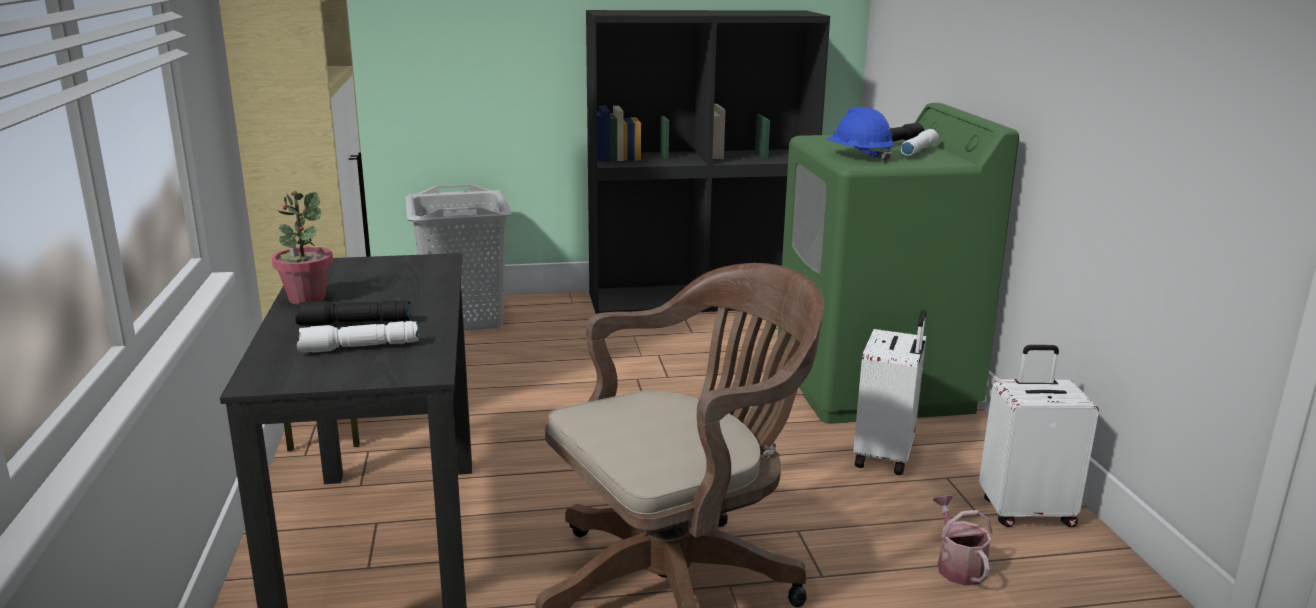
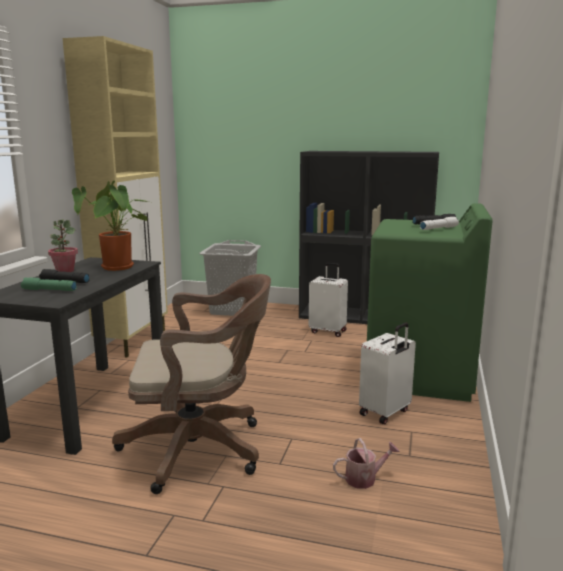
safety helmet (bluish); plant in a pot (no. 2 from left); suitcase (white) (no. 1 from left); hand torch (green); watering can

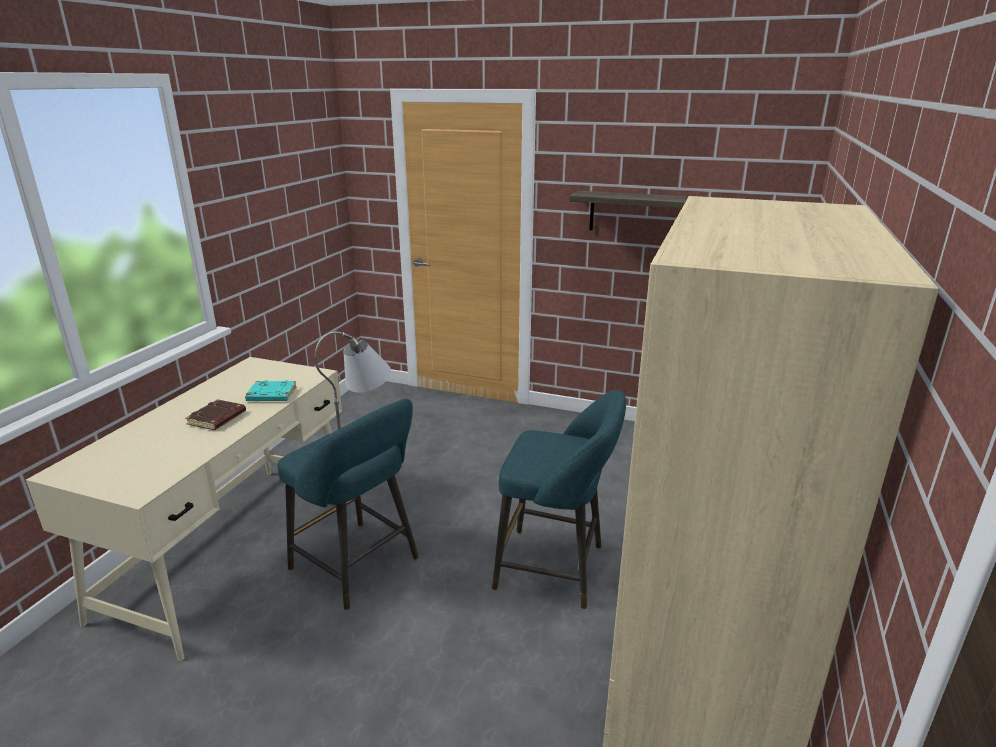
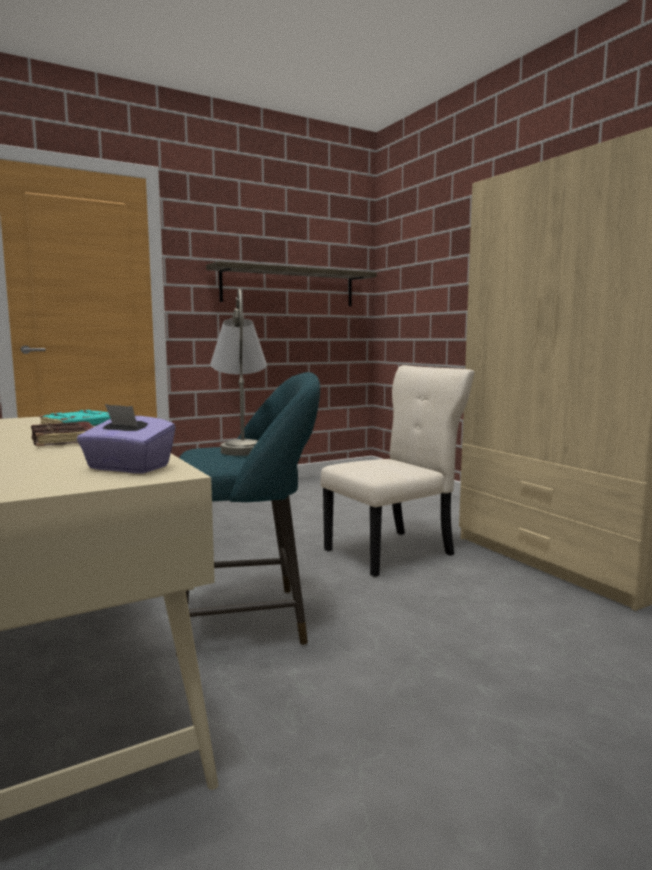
tissue box (purple-coloured); upright chair (sand-coloured)

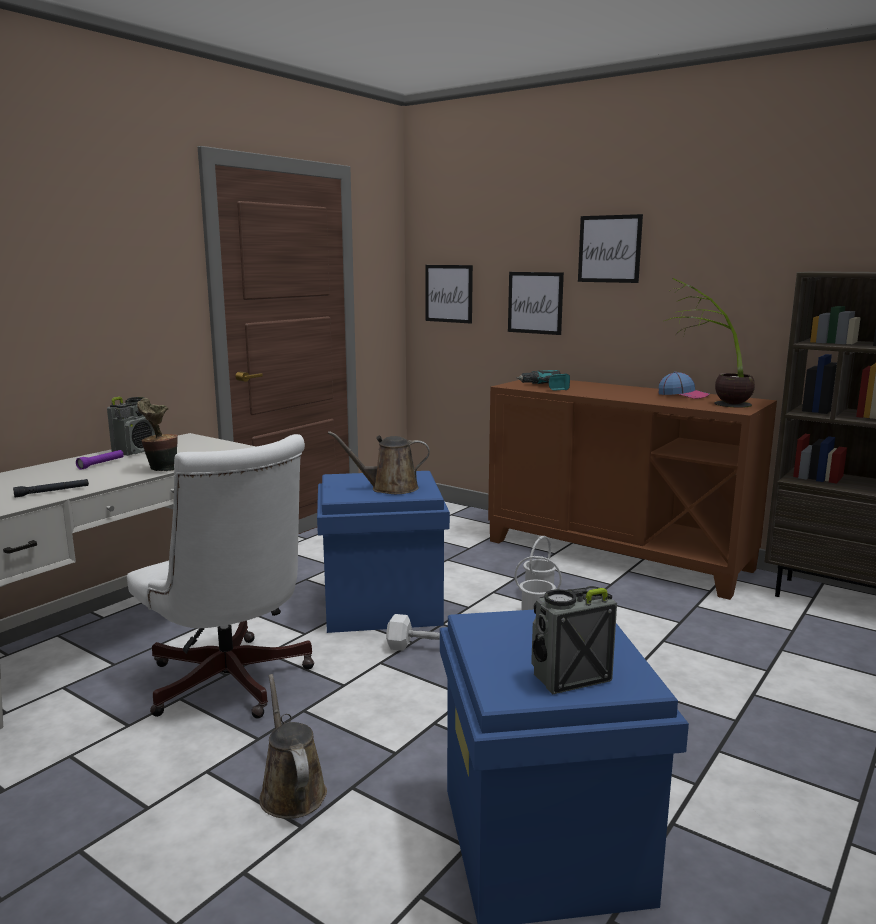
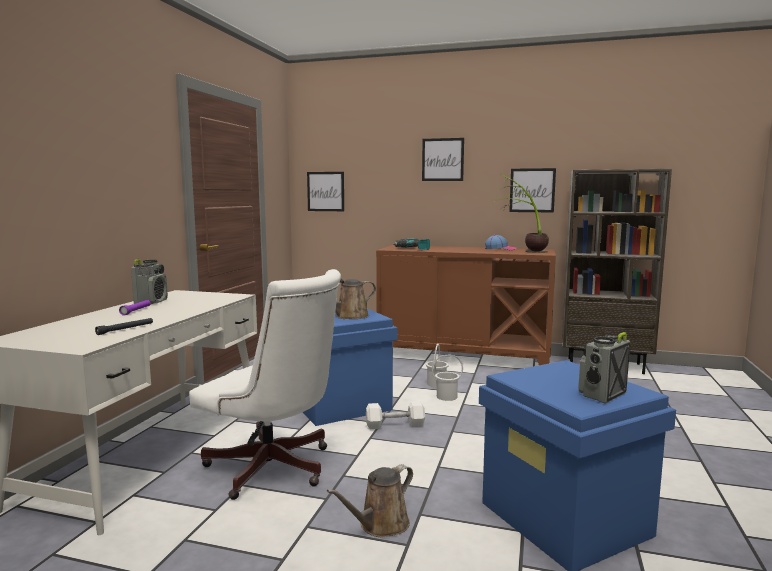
plant in a pot (no. 1 from left in the first image); wall picture (no. 3 from left); watering can (brown-coloured) (no. 2 from left)

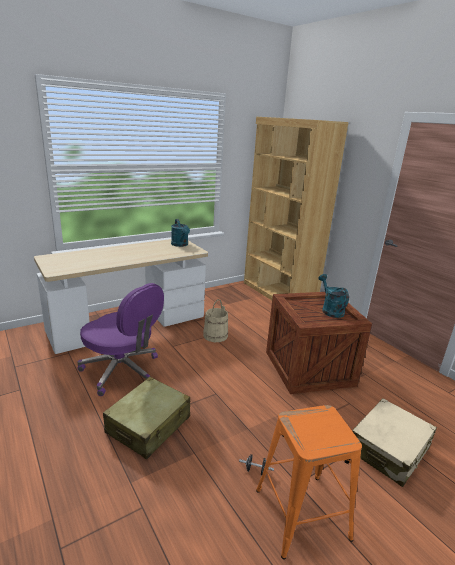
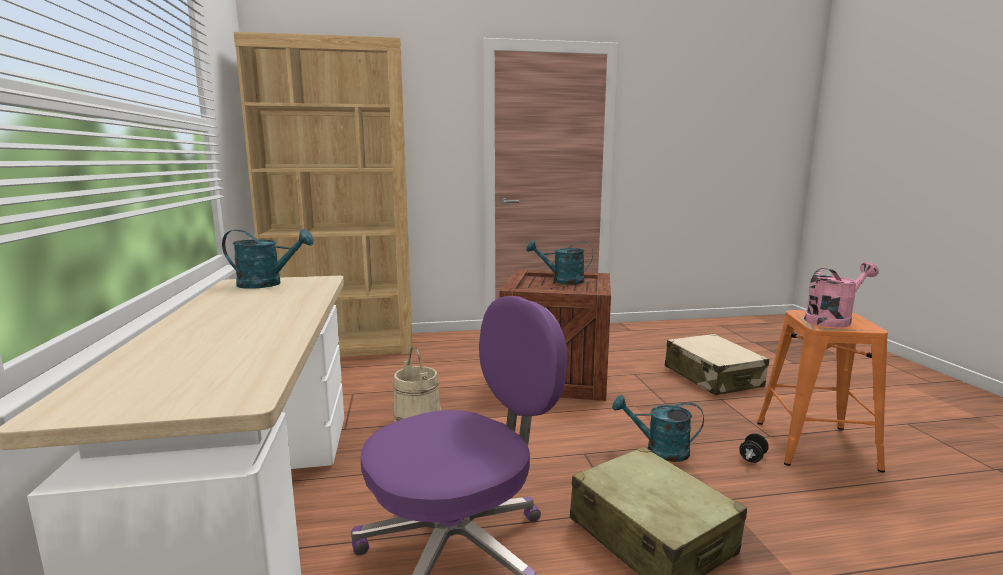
watering can (turquoise-coloured) (no. 3 from left); watering can (pink)

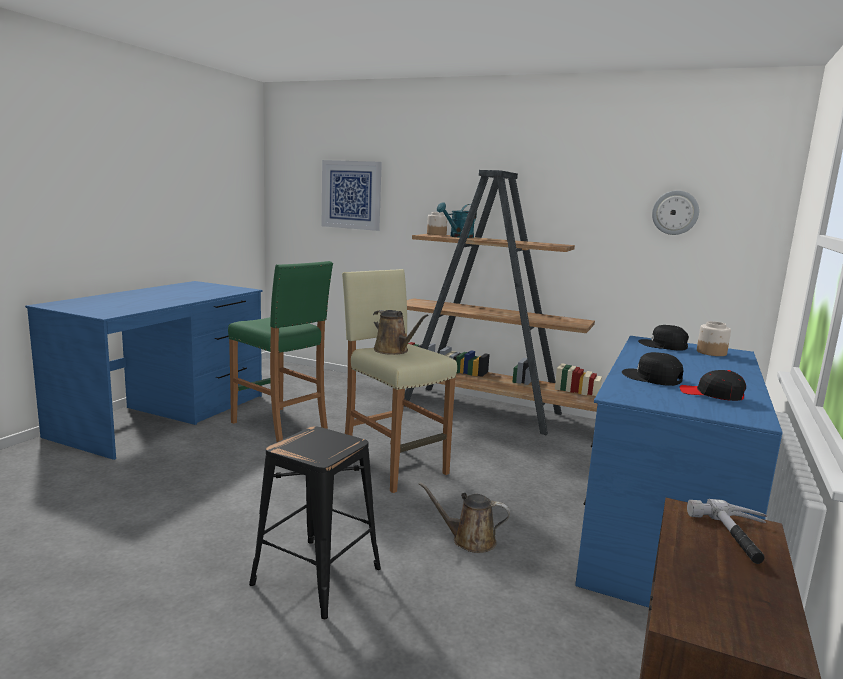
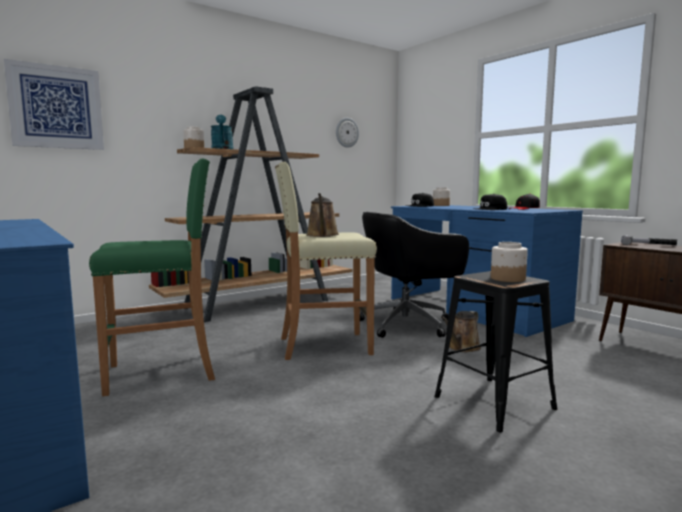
office chair (blackish); storage jar (no. 3 from left); watering can (brown-coloured) (no. 1 from left)

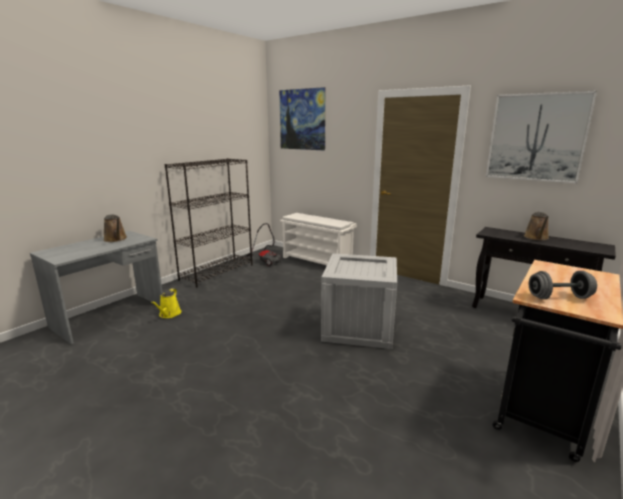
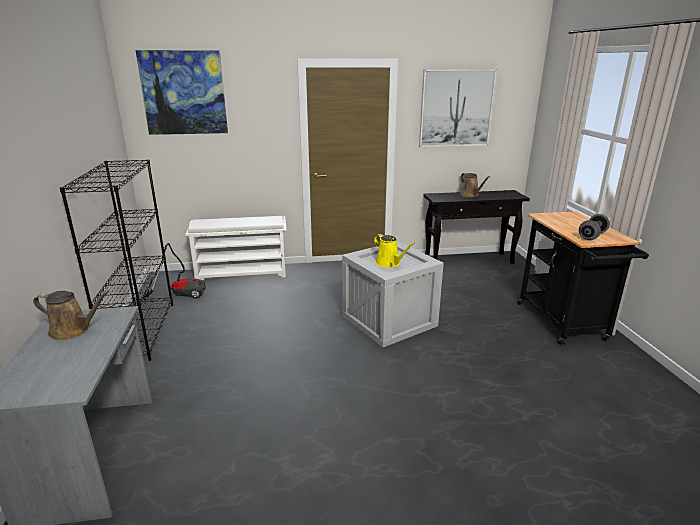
watering can (yellowish)

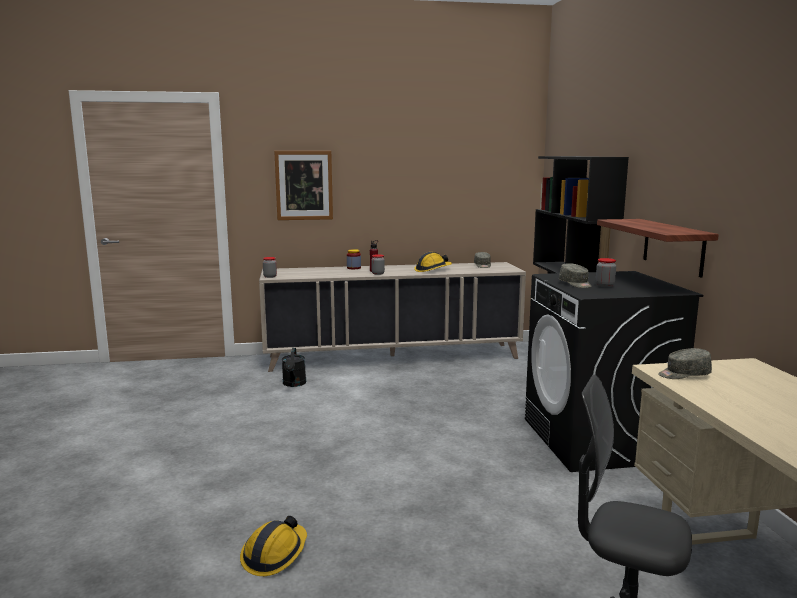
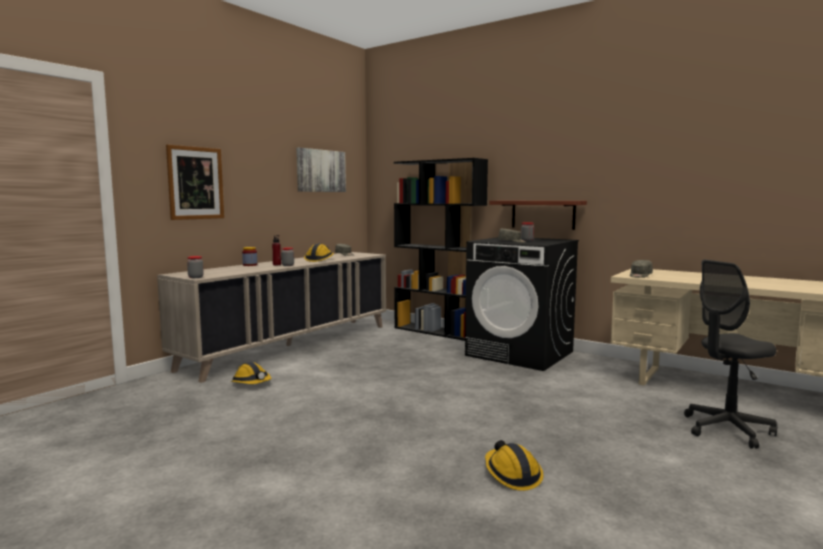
wall picture (no. 2 from left); safety helmet (no. 1 from left)

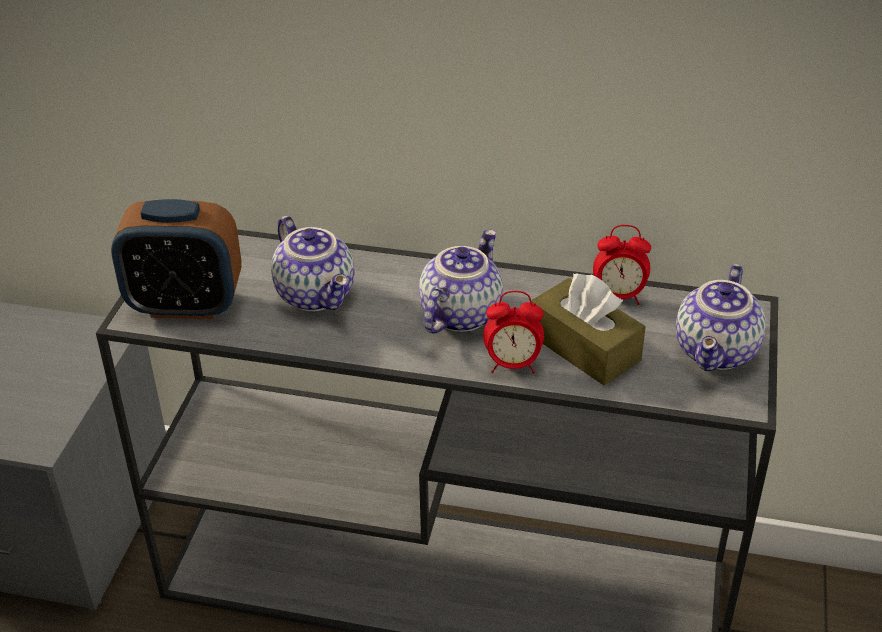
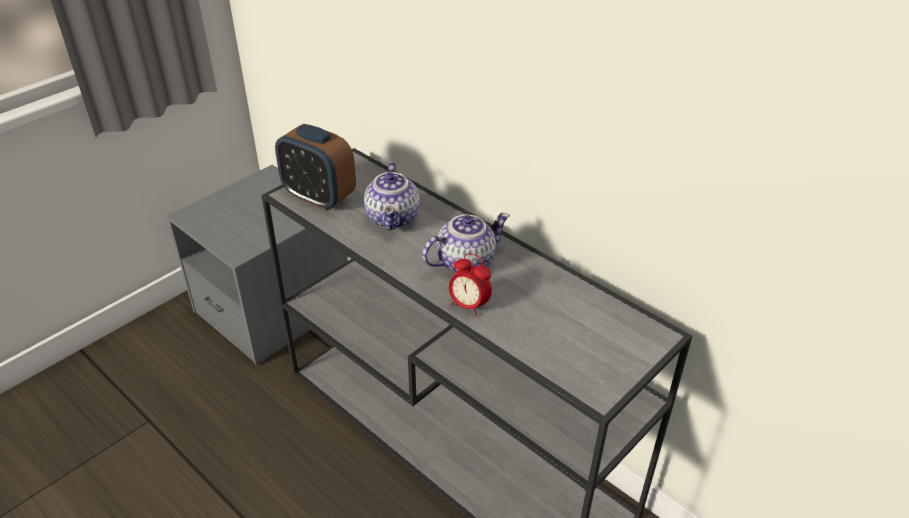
tissue box (brown-coloured); table clock (no. 3 from left in the first image); pot for tea (no. 3 from left in the first image)

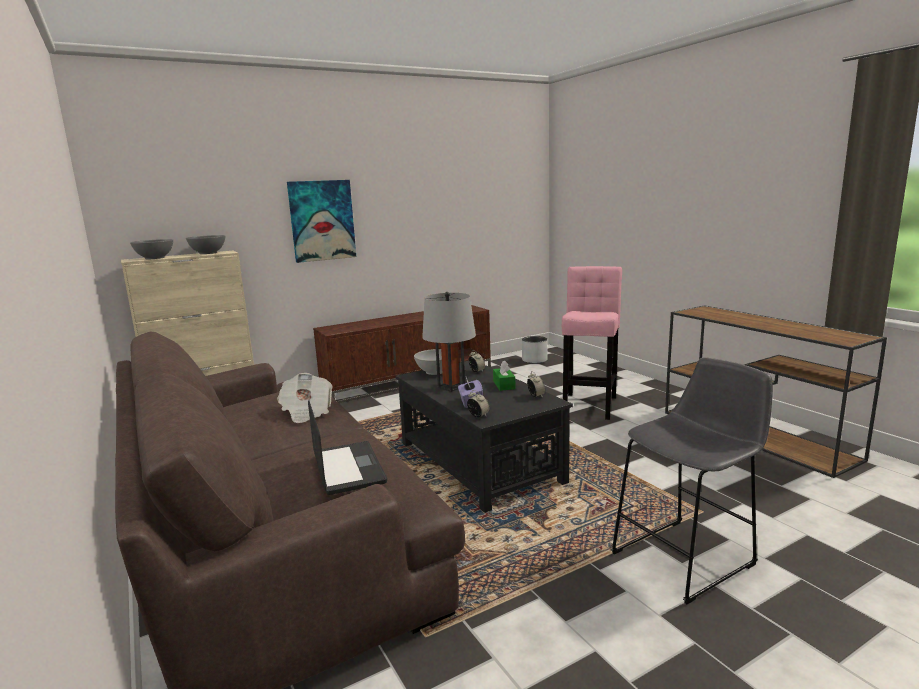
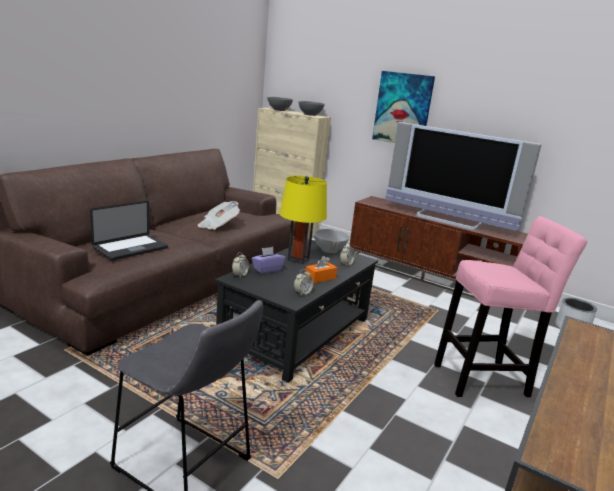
TV set; lamp for a table (yellowish); tissue box (orange-coloured)

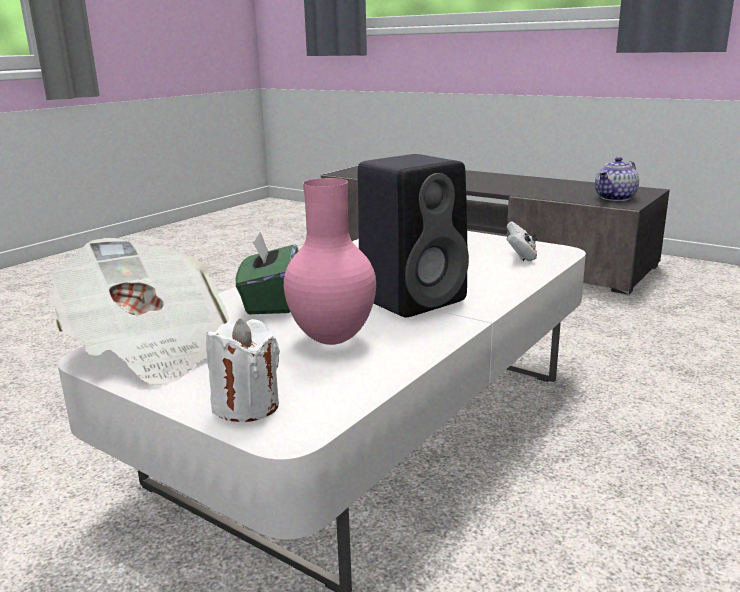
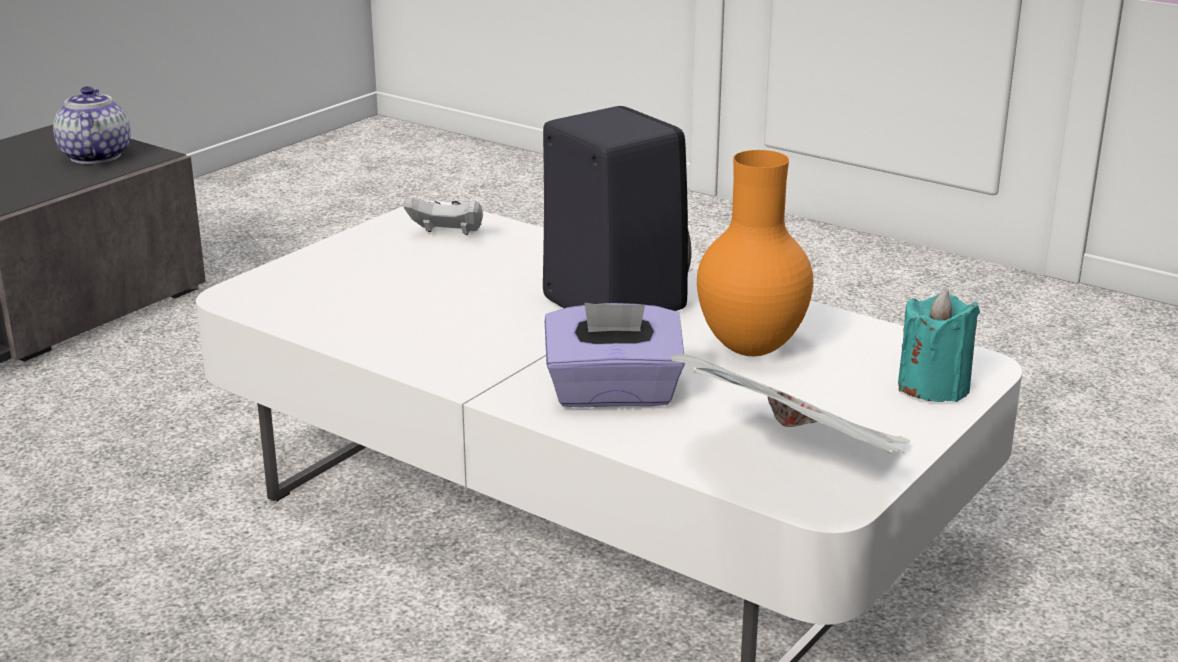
wax light (turquoise-coloured); tissue box (purple-coloured); flower vase (orange-coloured); pot for tea

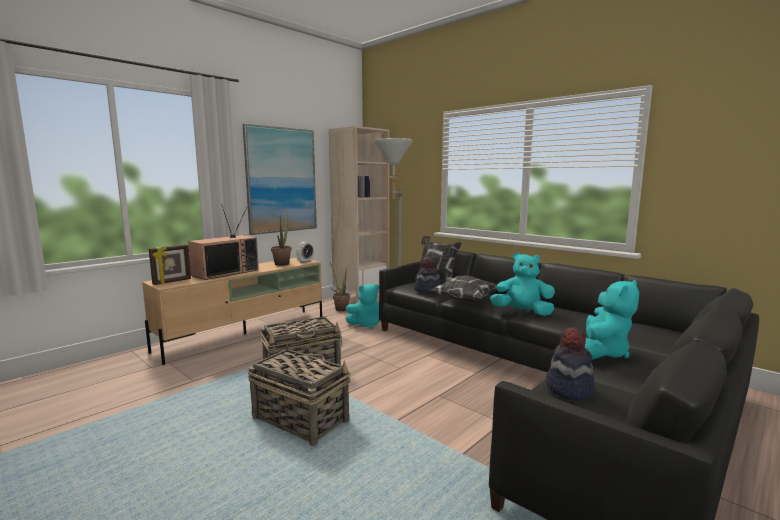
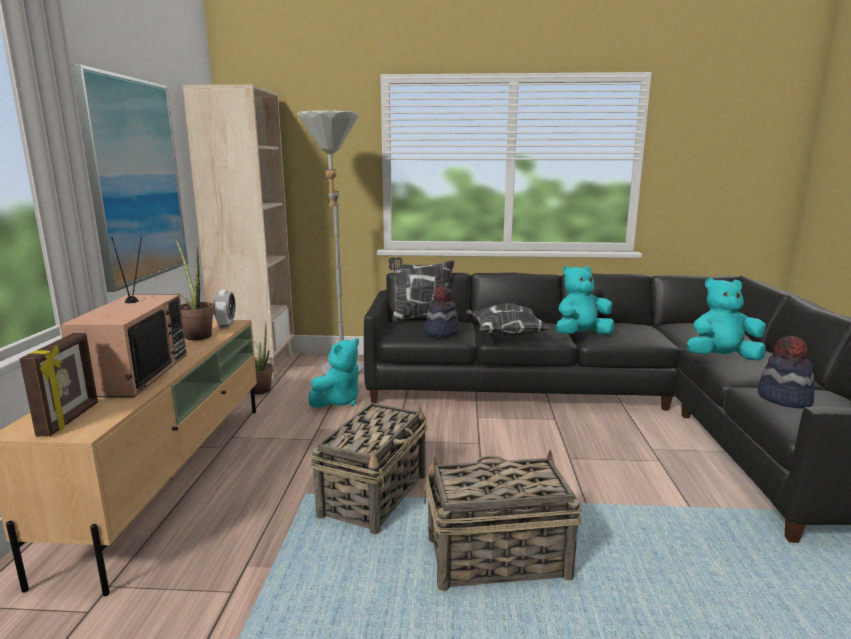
soft toy (turquoise-coloured) (no. 3 from left)

